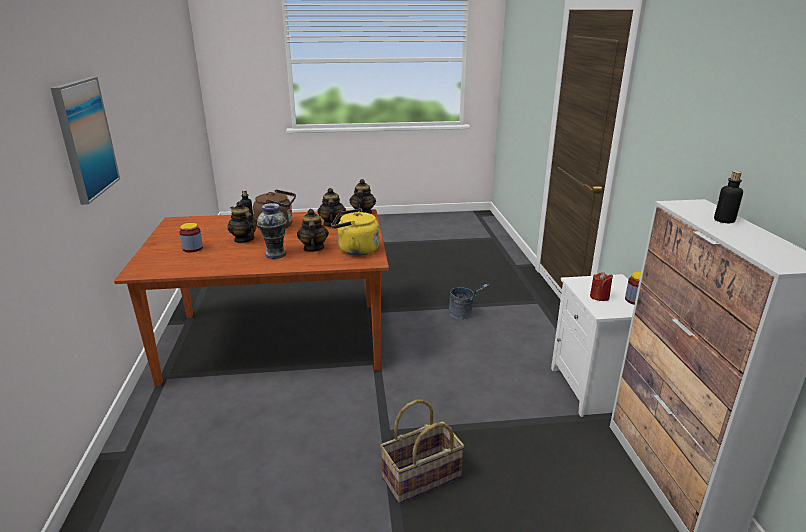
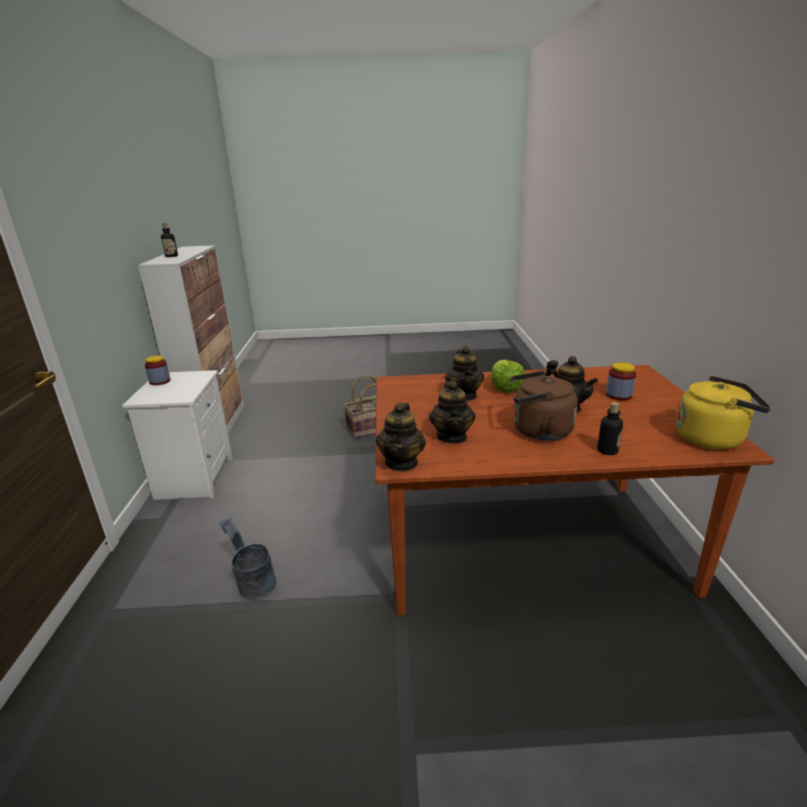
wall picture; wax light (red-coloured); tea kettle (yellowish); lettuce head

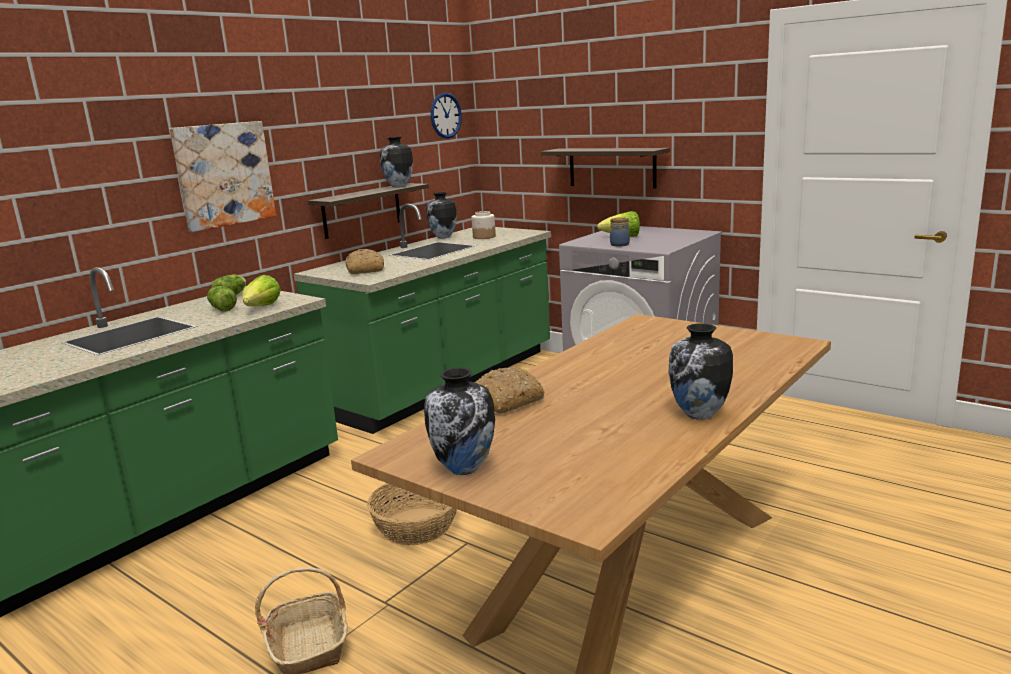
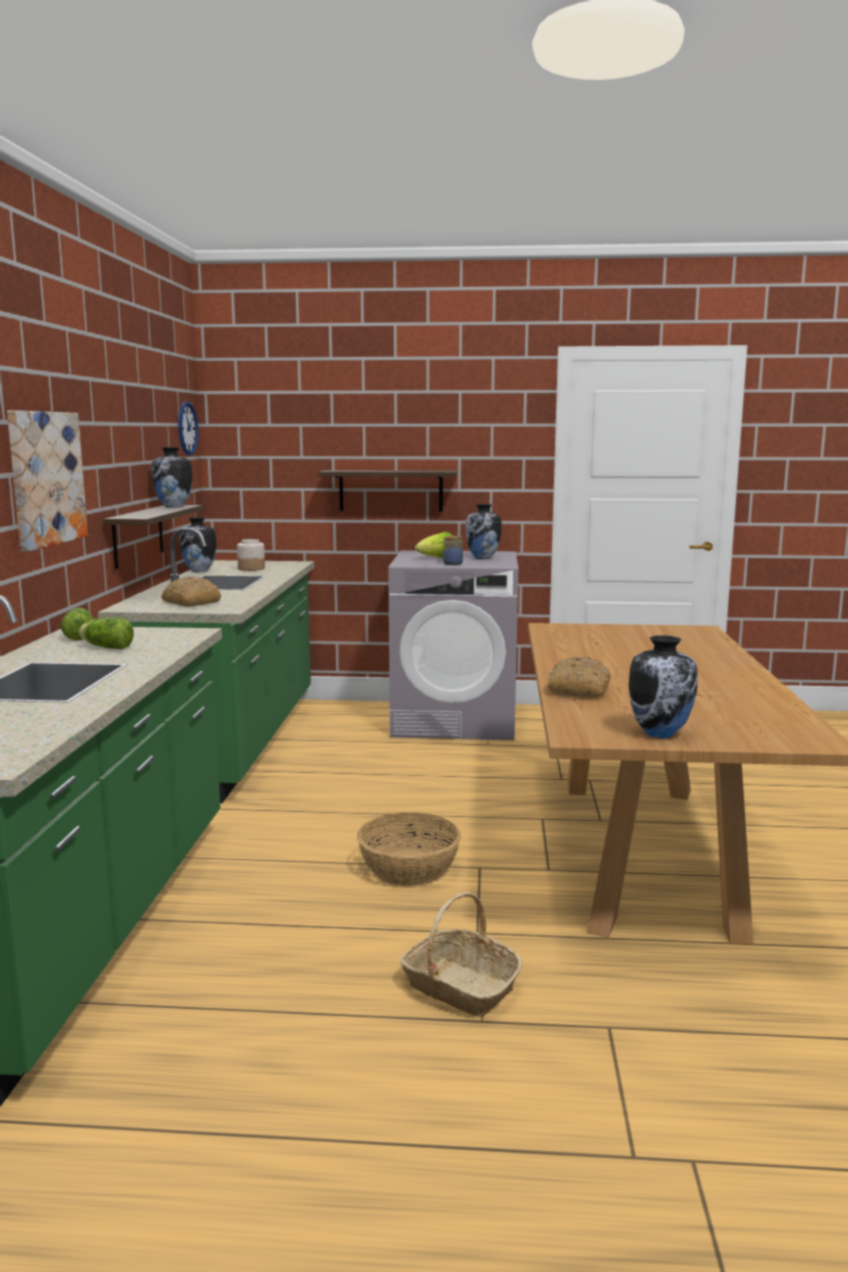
lettuce head (no. 3 from left in the first image); flower vase (no. 3 from left)

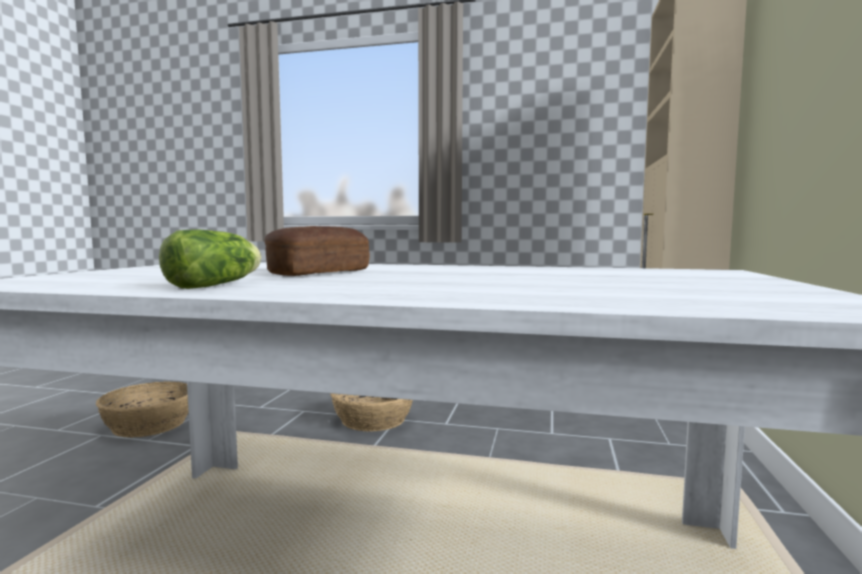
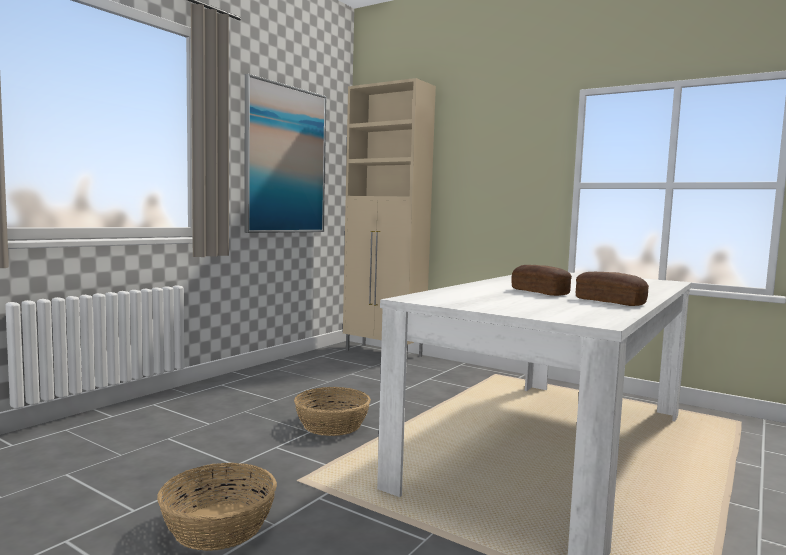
wall picture; bread (no. 2 from left)

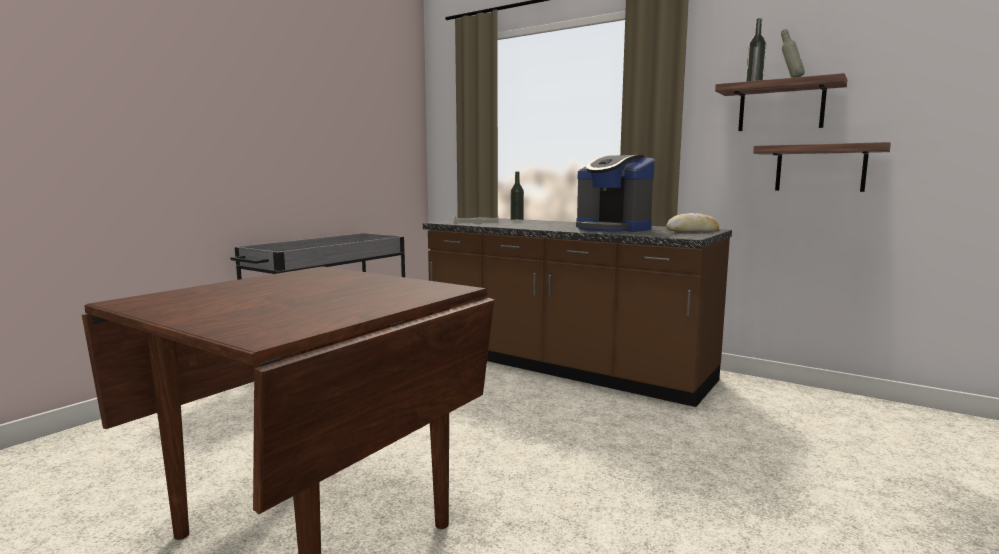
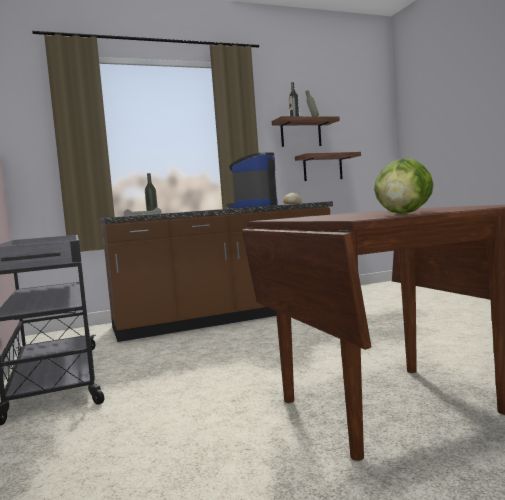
lettuce head; coffee machine

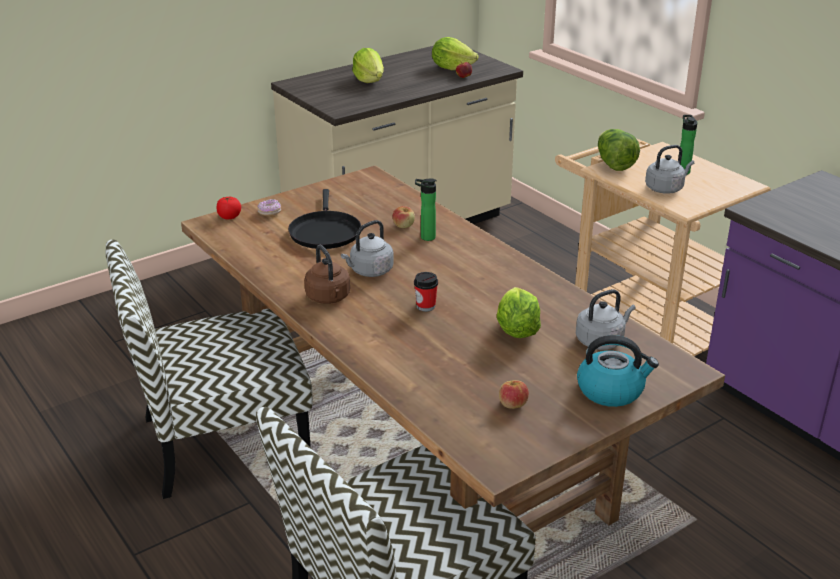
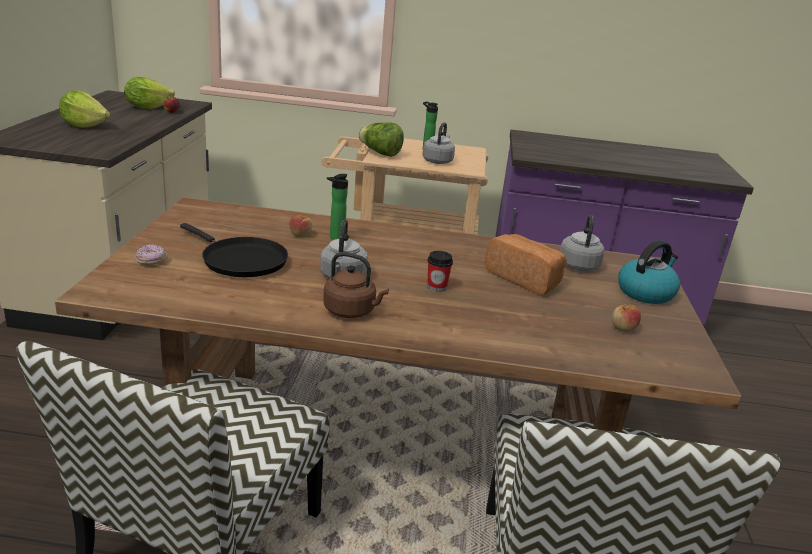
whole tomato; bread

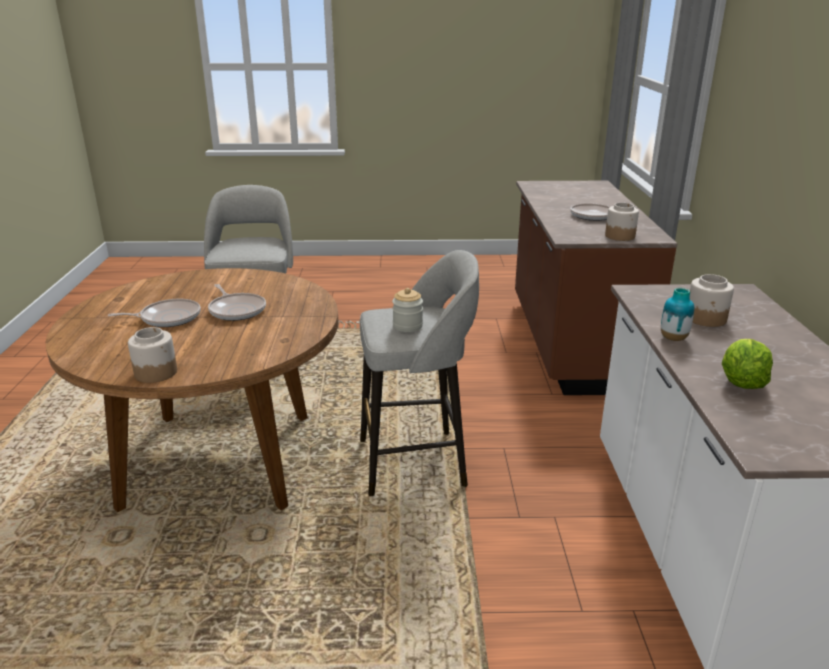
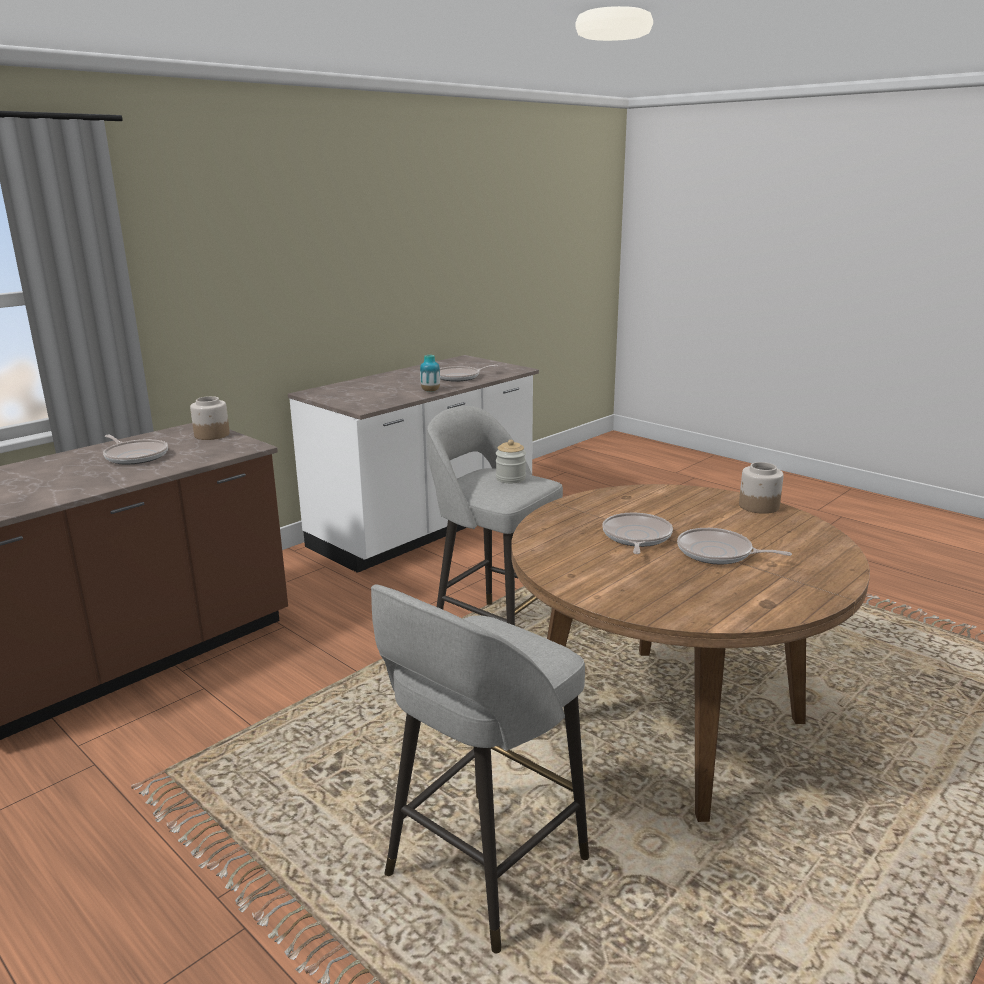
storage jar (no. 4 from left in the first image); frying pan (no. 2 from left)

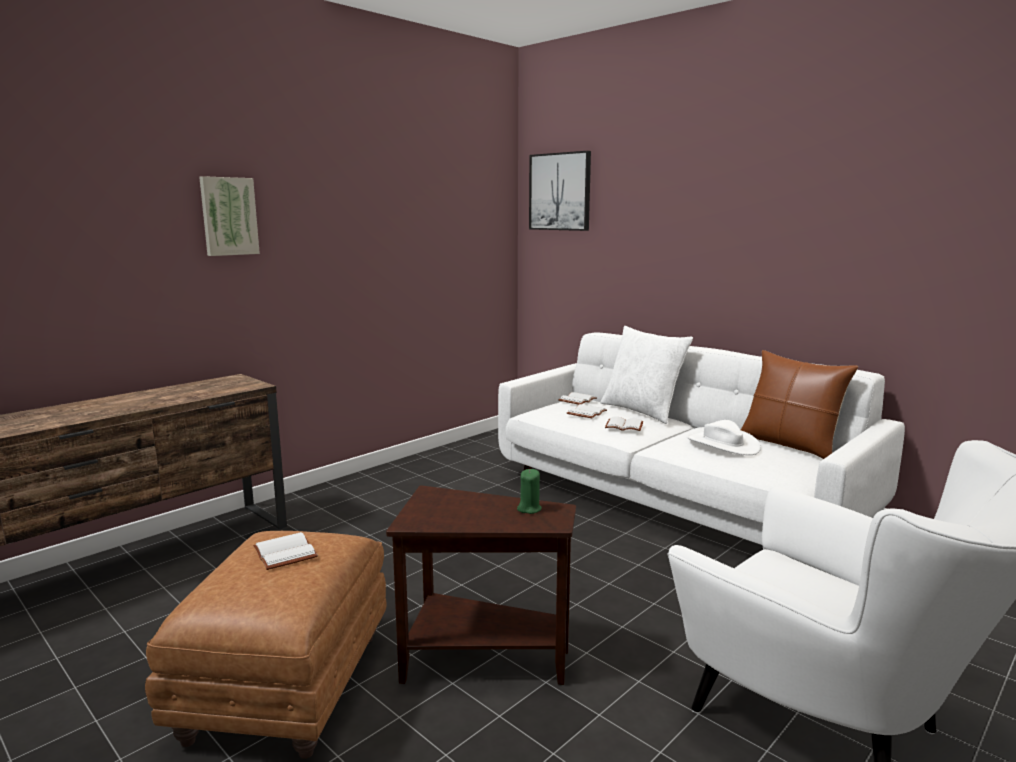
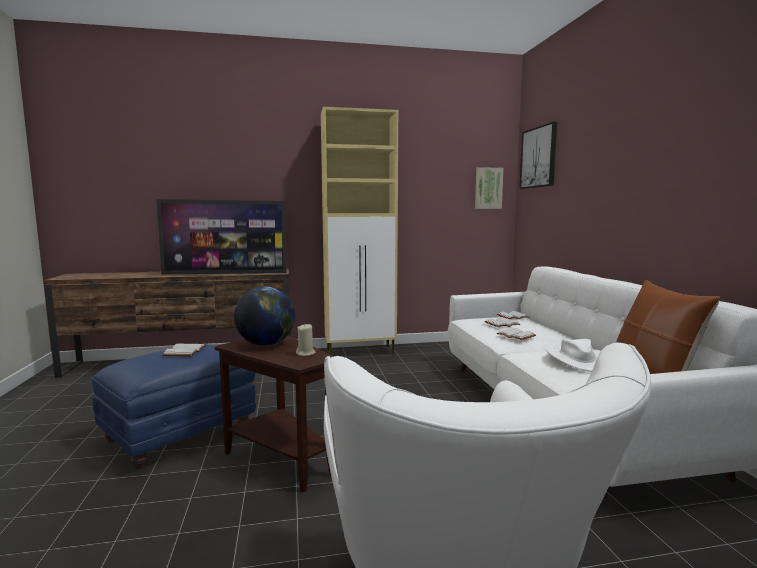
cushion (white); TV set; globe; cabinet (sand-coloured); wall picture (no. 1 from left); pouffe (bluish); wax light (sand-coloured)

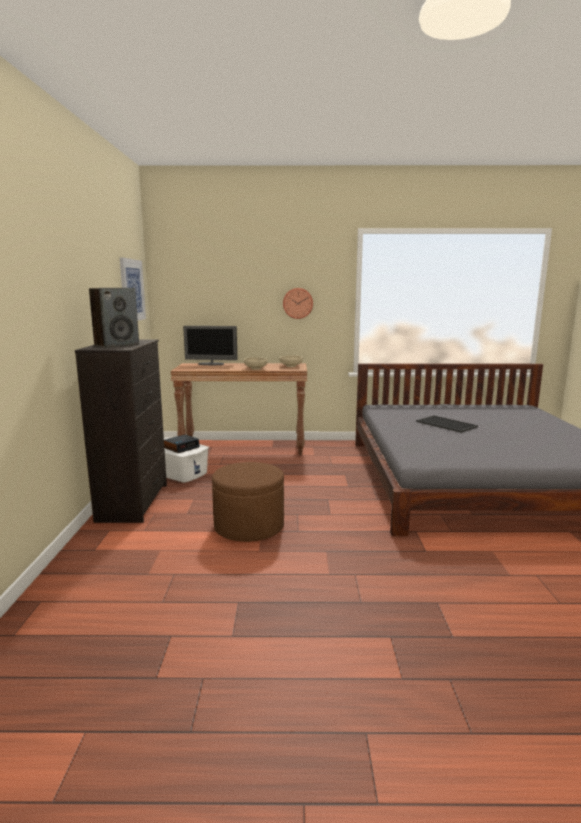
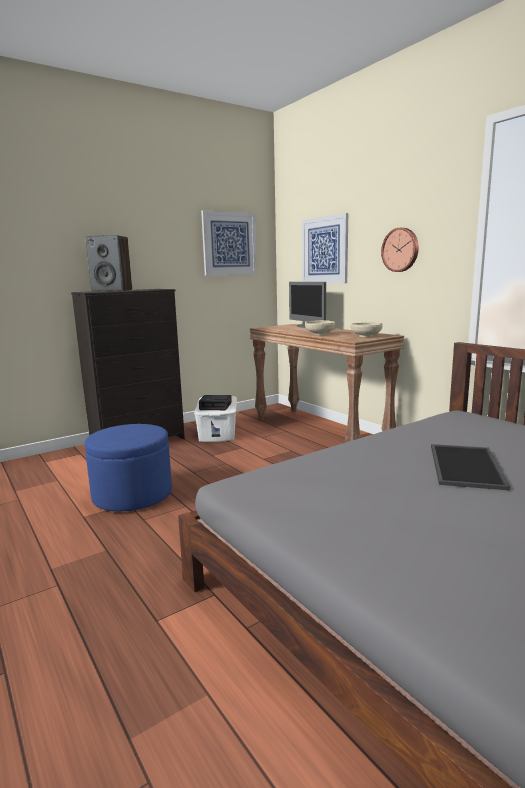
wall picture (no. 2 from left); pouffe (bluish)

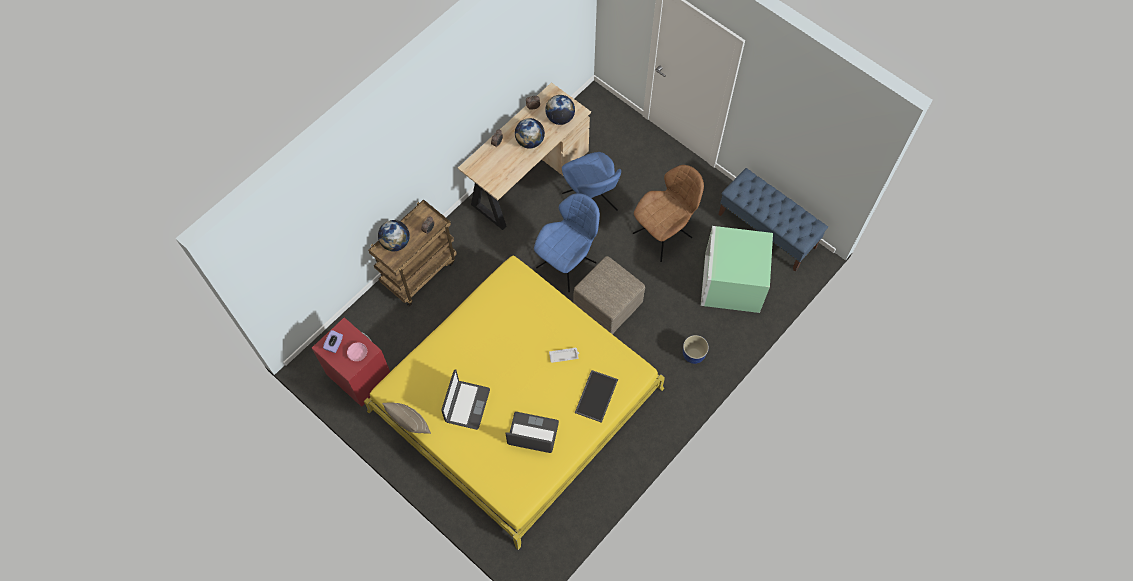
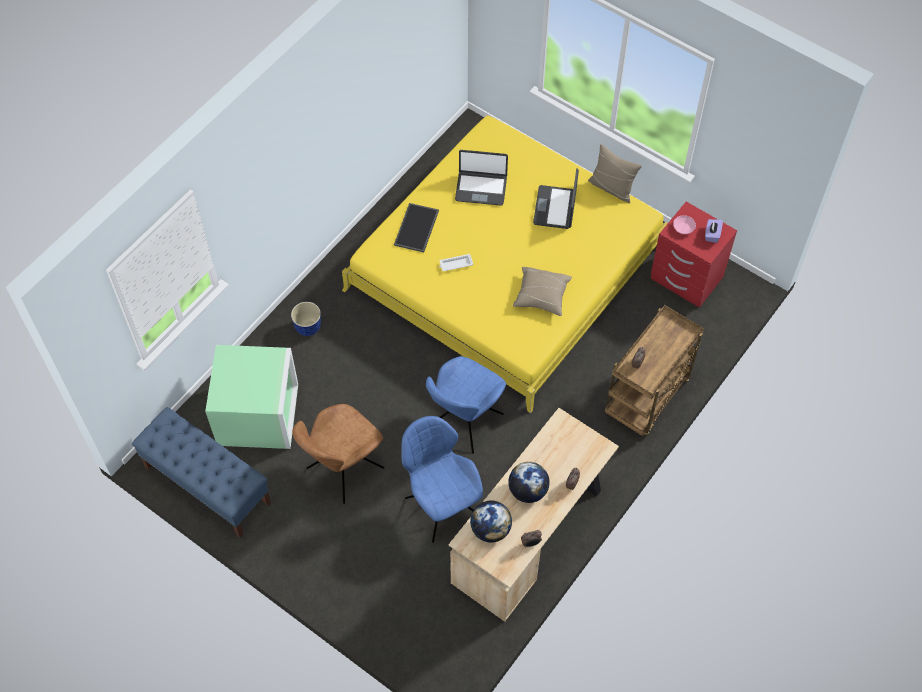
globe (no. 1 from left in the first image); pouffe (sand-coloured); cushion (sand-coloured) (no. 1 from left)

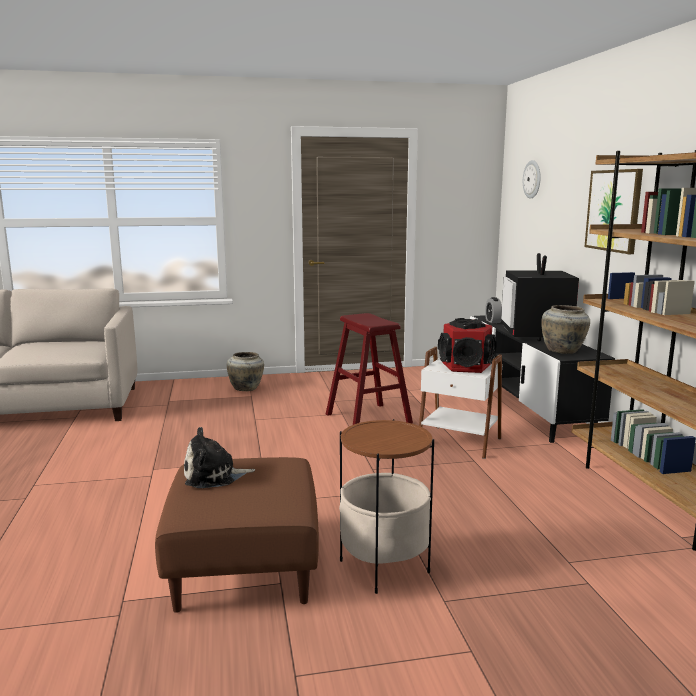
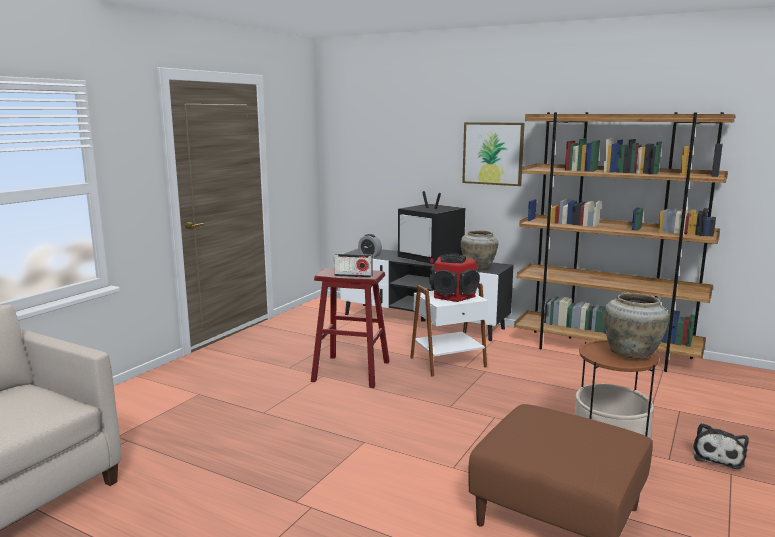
clock on the wall; radio set; soft toy; flower vase (sand-coloured) (no. 2 from left)

